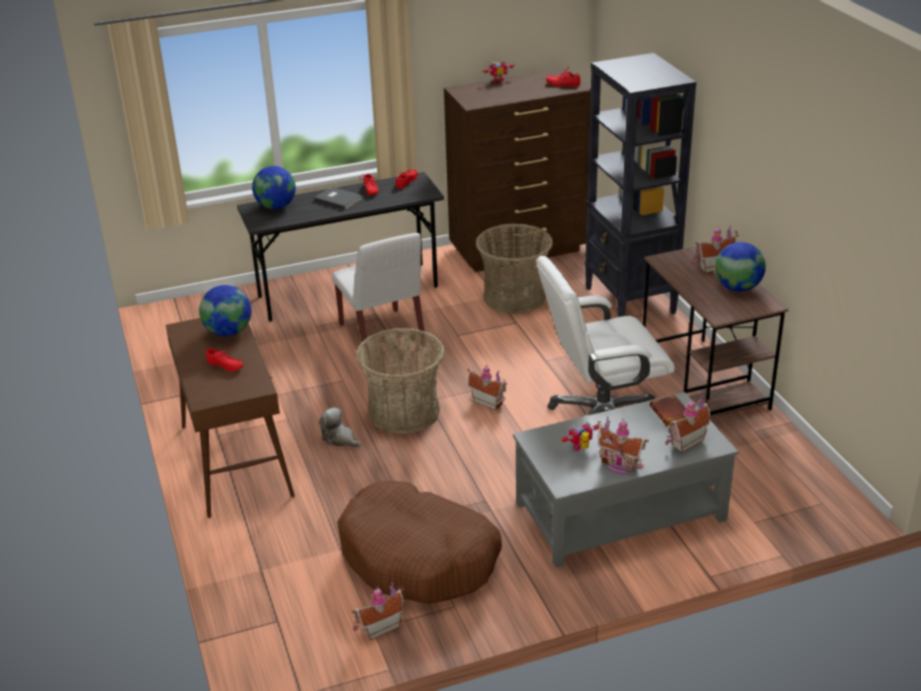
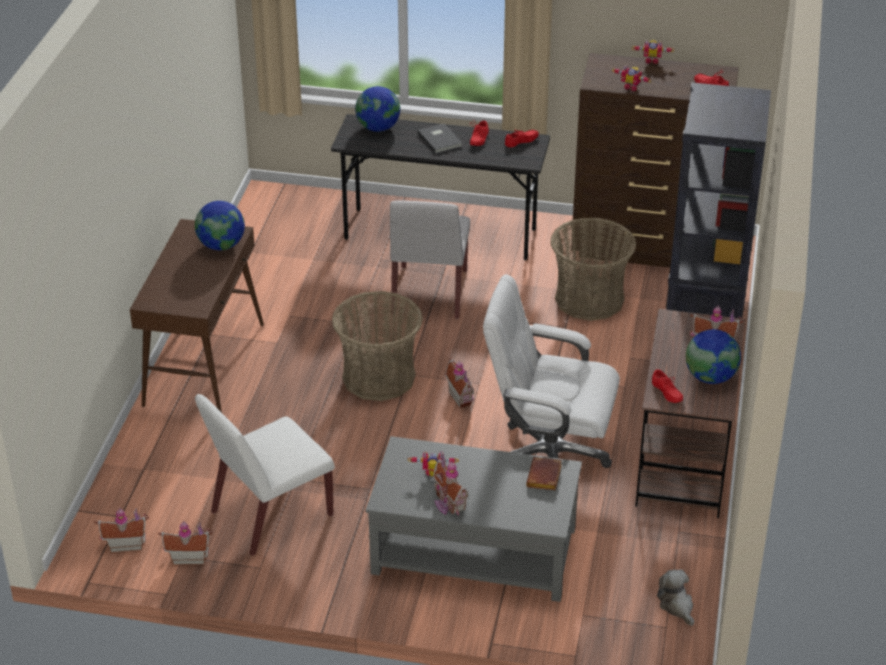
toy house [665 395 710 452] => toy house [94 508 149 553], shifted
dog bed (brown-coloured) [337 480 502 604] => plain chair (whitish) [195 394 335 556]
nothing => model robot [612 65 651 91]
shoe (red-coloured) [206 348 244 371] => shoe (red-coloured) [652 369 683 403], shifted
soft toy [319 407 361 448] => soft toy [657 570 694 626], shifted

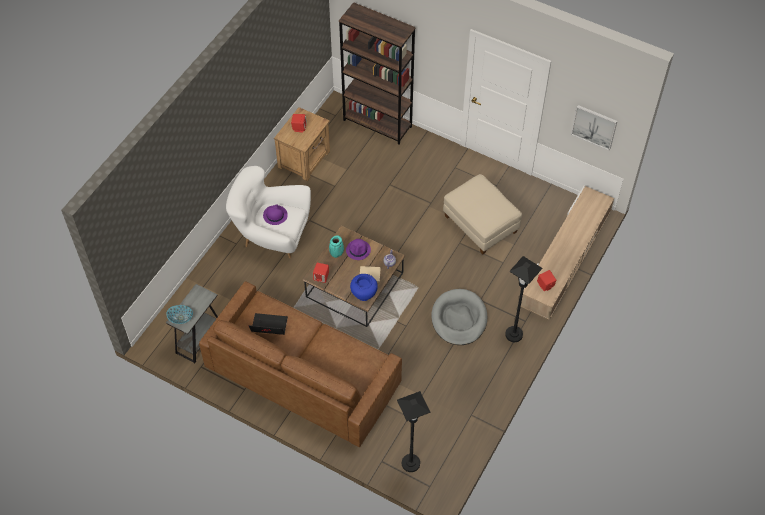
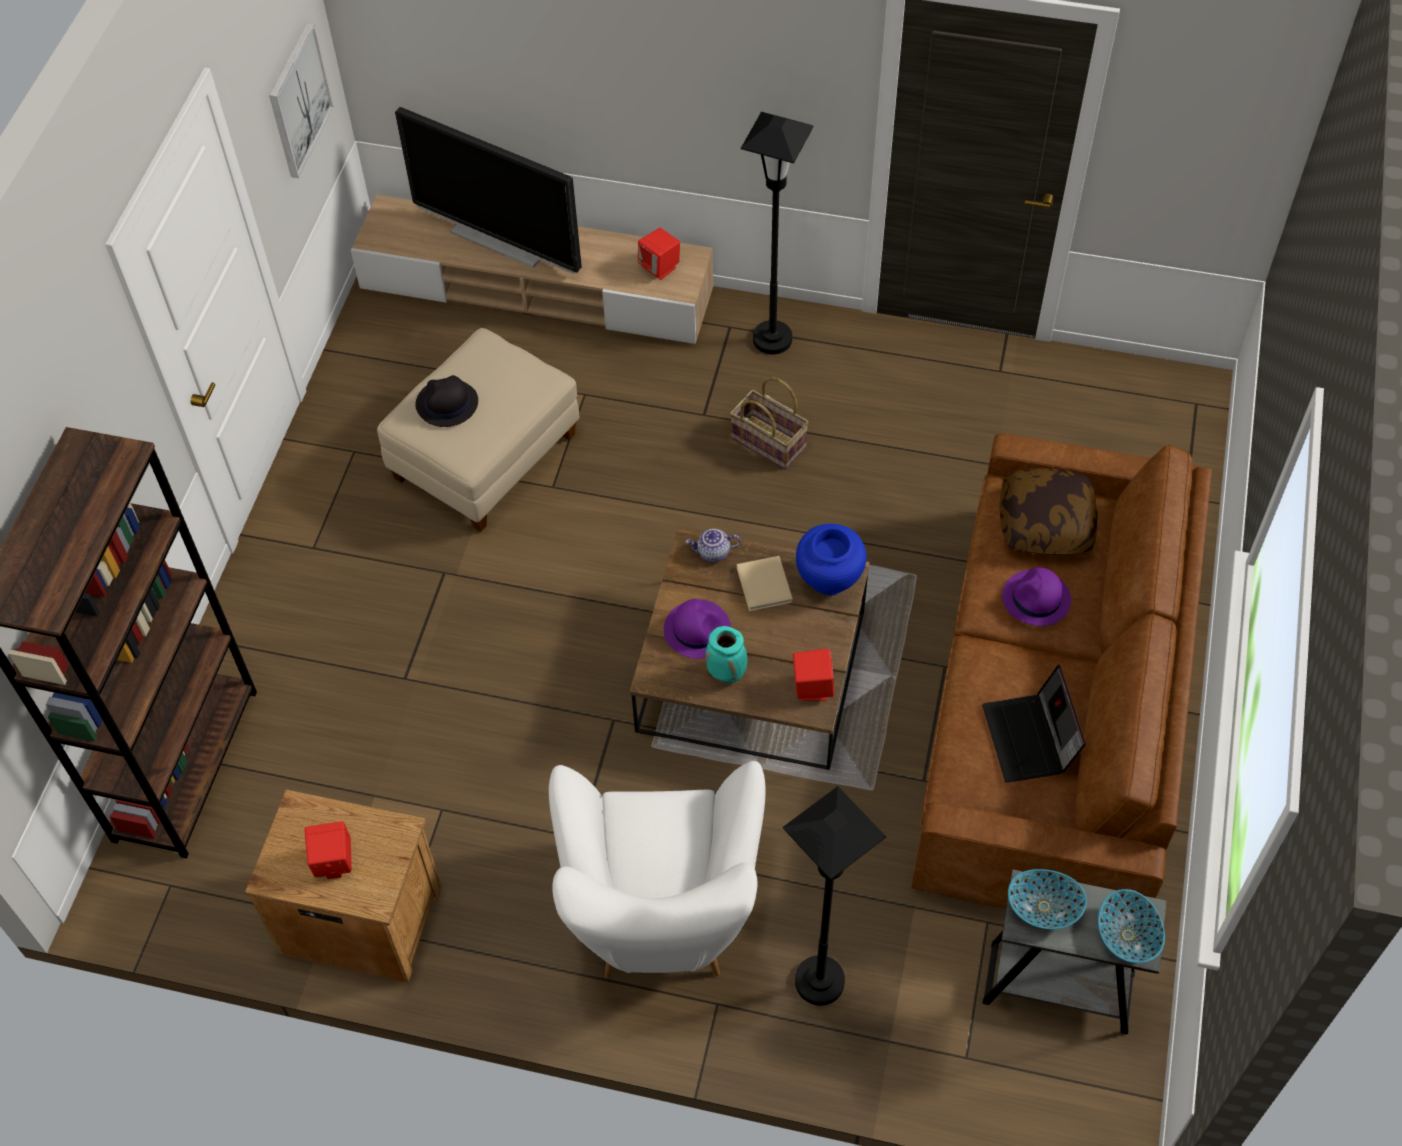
nothing => TV set [395 107 582 274]
nothing => clothing hat (black) [415 375 478 427]
dog bed (gray) [431 289 487 345] => basket [730 377 809 469]
standard lamp (black) [397 391 430 472] => standard lamp (black) [783 786 886 1006], shifted
nothing => pillow [1000 468 1097 555]
clothing hat (purple) [263 204 288 225] => clothing hat (purple) [1002 567 1071 626], shifted
nothing => serving bowl [1008 869 1087 929]

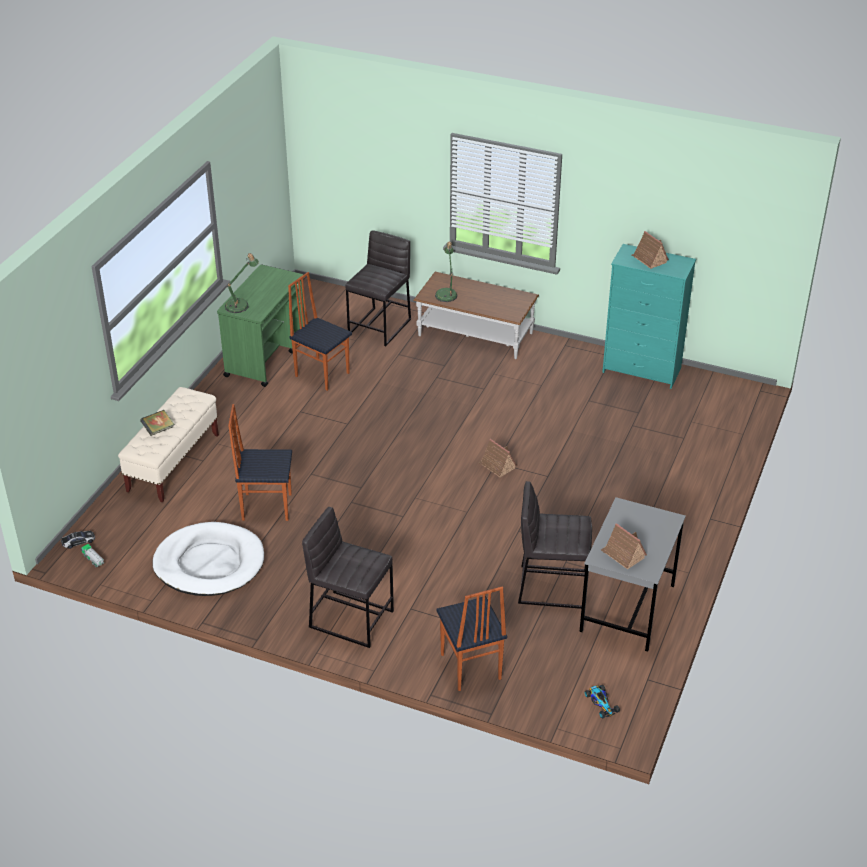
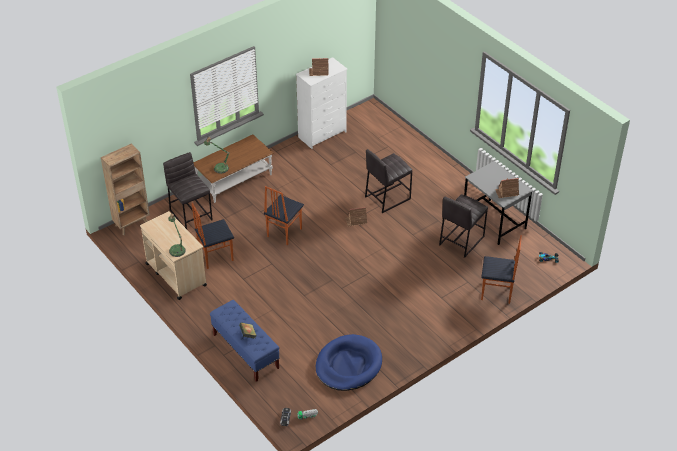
nothing => shelving unit (brown-coloured) [101 144 150 235]
trolley (green-coloured) [217 264 305 387] => trolley (beige) [140 211 207 300]
indoor bench (beige) [118 387 219 502] => indoor bench (blue) [210 300 280 382]
plain chair [228 404 292 521] => plain chair [264 186 304 245], shifted
dresser (turquoise) [602 244 696 389] => dresser (whitish) [296 57 347 149]
dog bed (whitish) [152 522 264 596] => dog bed (blue) [315 334 382 391]
stool seat (gray) [302 507 394 648] => stool seat (gray) [365 149 412 213], shifted

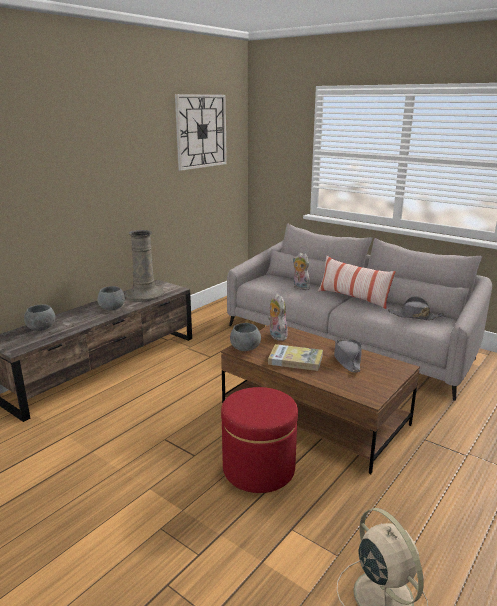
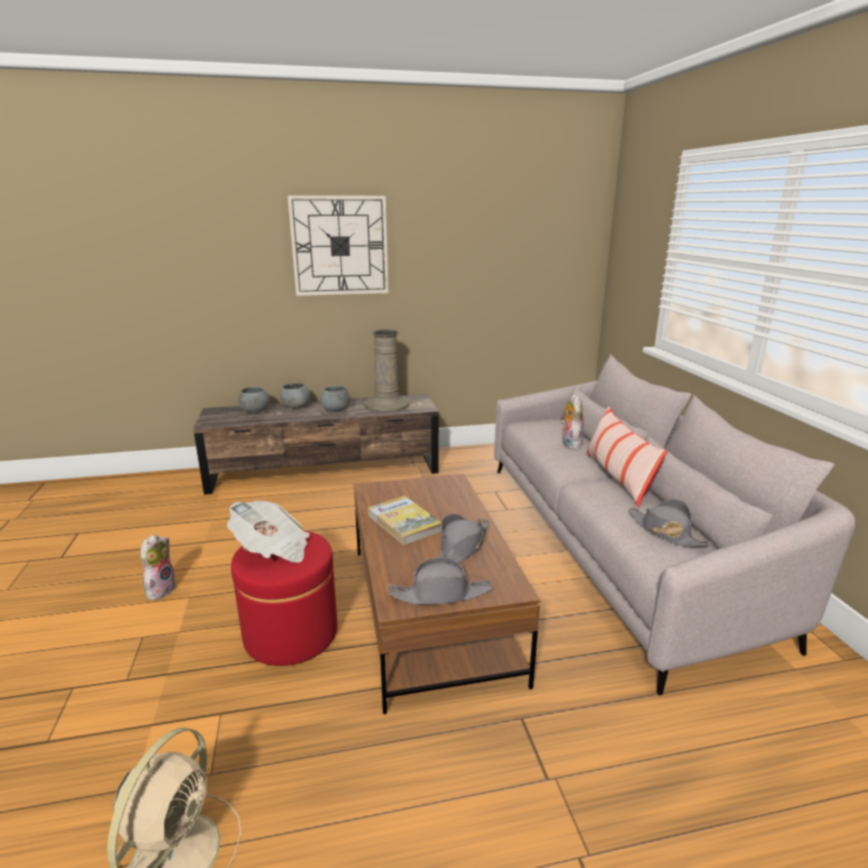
soft toy [268 294 288 341] => soft toy [141 534 176 602], shifted
nothing => daily paper [227 501 309 563]
serving bowl (gray) [230 323 261 351] => serving bowl (gray) [280 383 310 408], shifted
clock on the wall [175 94 227 171] => clock on the wall [288 195 388 296], shifted
nothing => clothing hat (gray) [387 557 494 605]

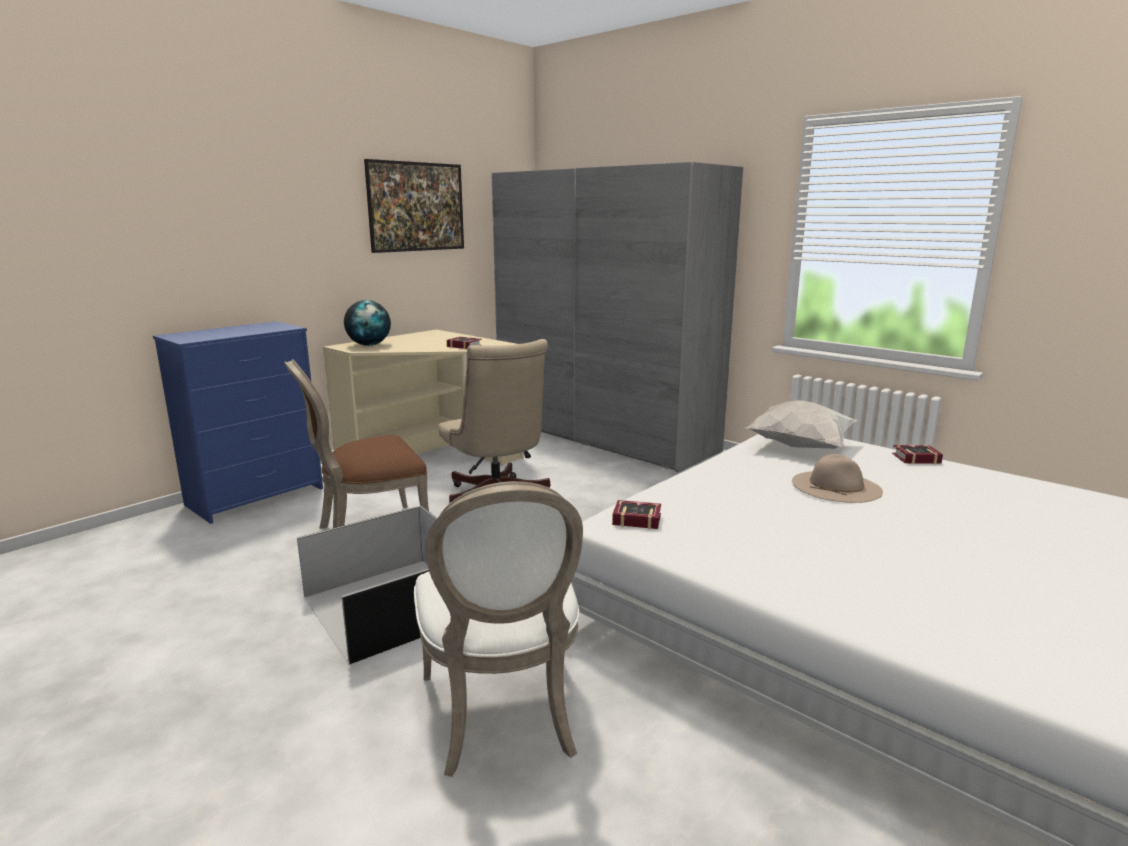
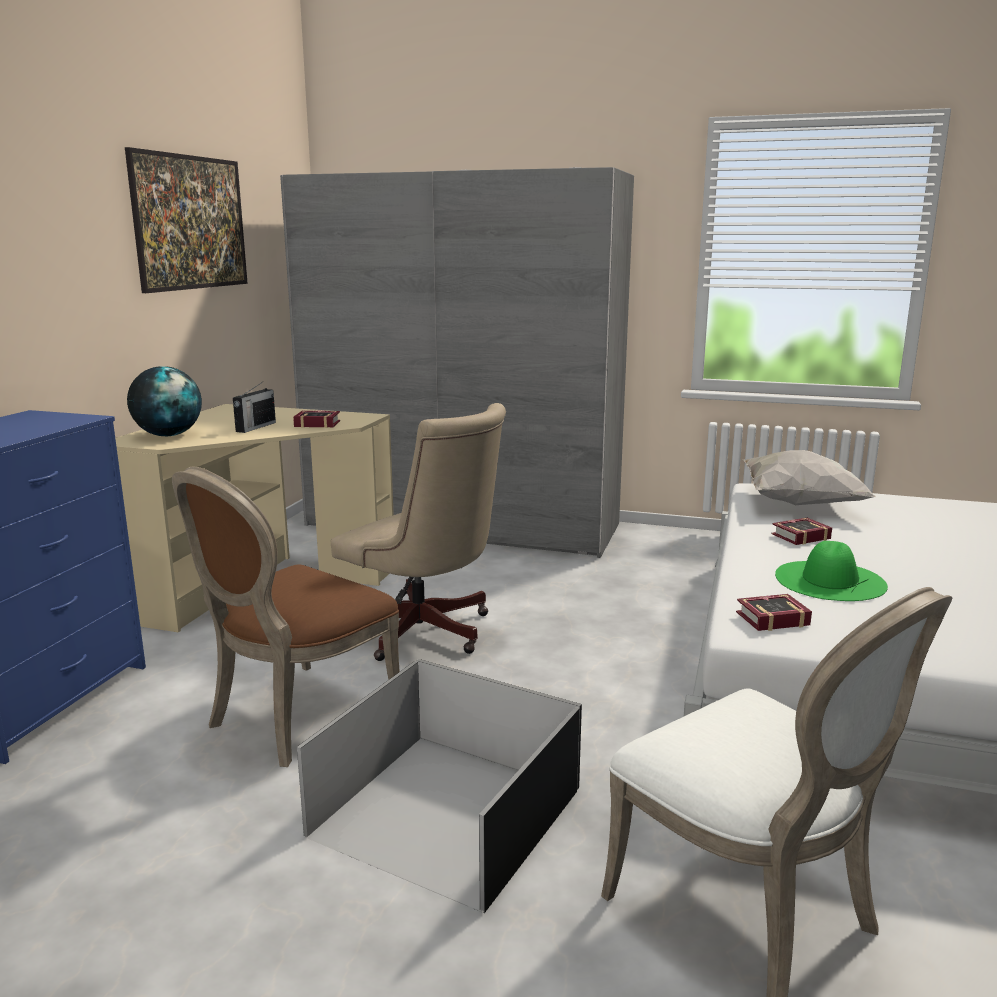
nothing => radio receiver [233 381 276 433]
book [892 445 943 464] => book [772 518 832 545], shifted
nothing => clothing hat (green-coloured) [775 541 888 601]
clothing hat (beige) [792 454 883 503] => nothing

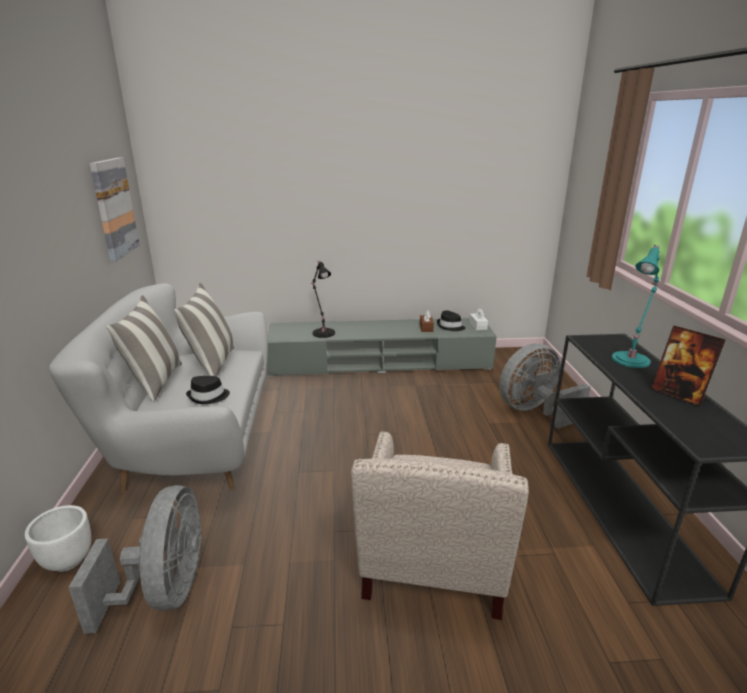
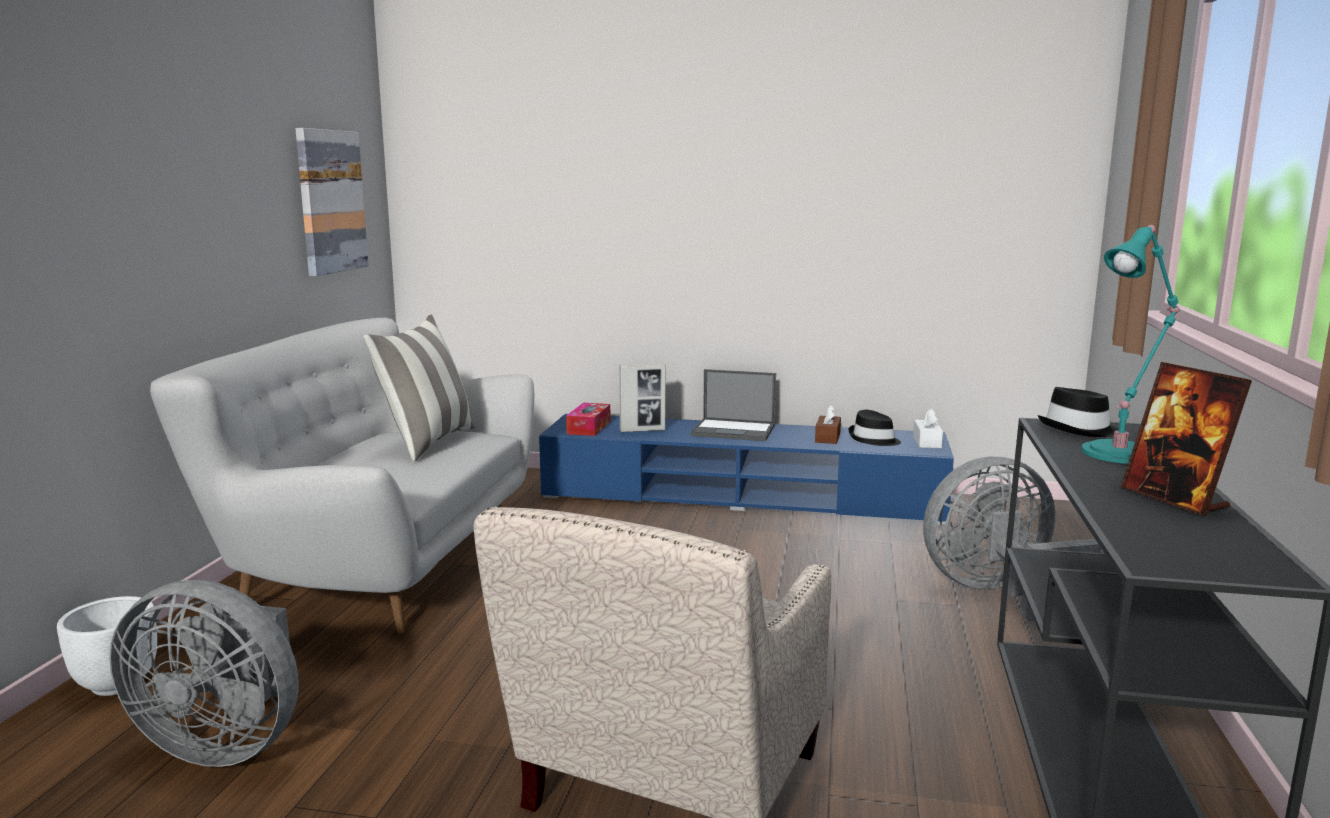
electric fan (gray) [68 485 202 634] => electric fan (gray) [109 580 299 767], 90 degrees clockwise
tv unit (gray) [267 318 497 377] => tv unit (blue) [539 414 954 524]
nothing => tissue holder [566 403 611 436]
tabletop lamp (black) [311 260 335 338] => standing frame [619 363 666 432]
nothing => laptop [691 369 776 441]
clothing hat (black) [186 376 230 404] => clothing hat (black) [1038 387 1119 437], shifted
pillow [106 295 182 402] => nothing

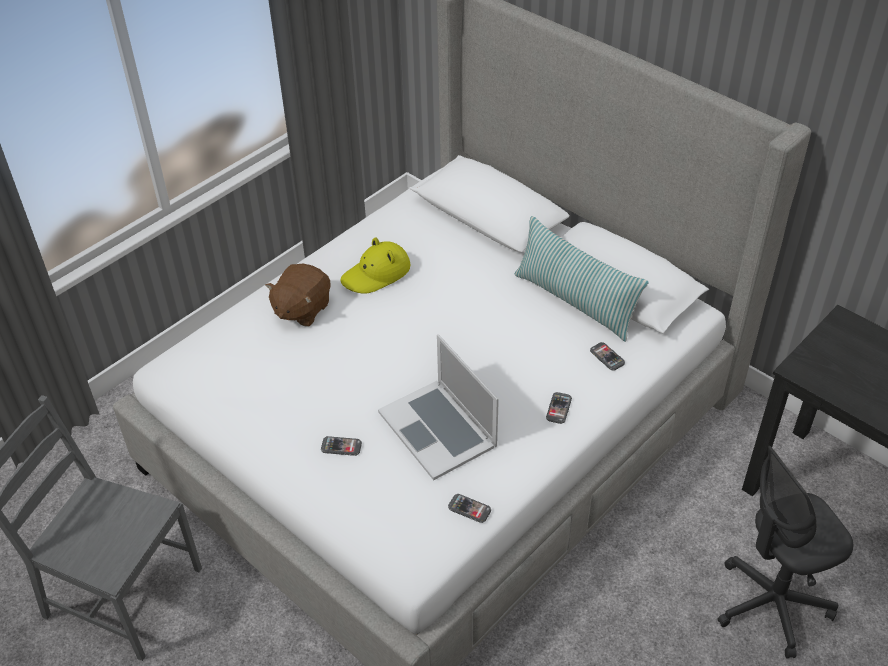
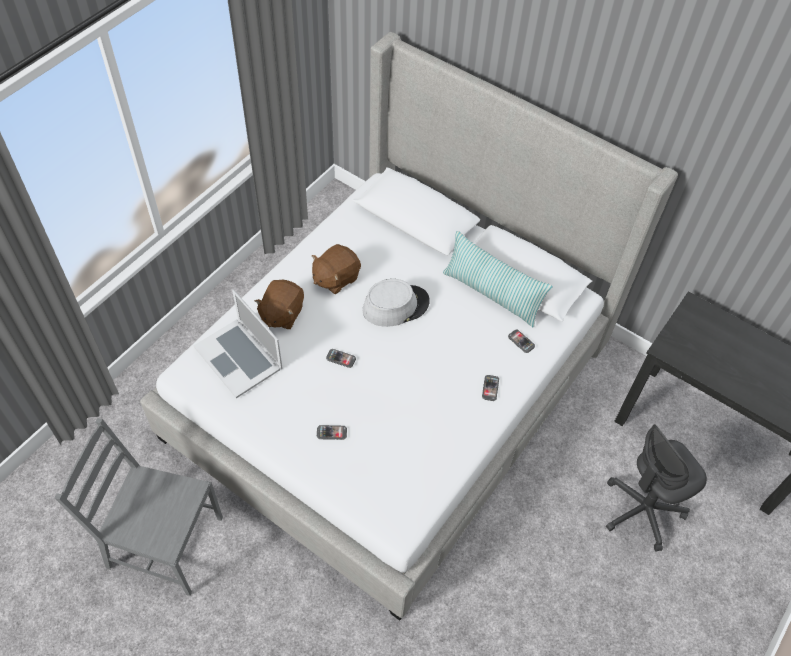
laptop [378 334 499 480] => laptop [193 289 283 398], shifted
clothing hat (yellow) [341 238 411 294] => soft toy (brown-coloured) [312 244 361 294]
telephone [448 494 491 523] => telephone [326 349 356 368], shifted
nothing => clothing hat (gray) [363 279 430 327]

